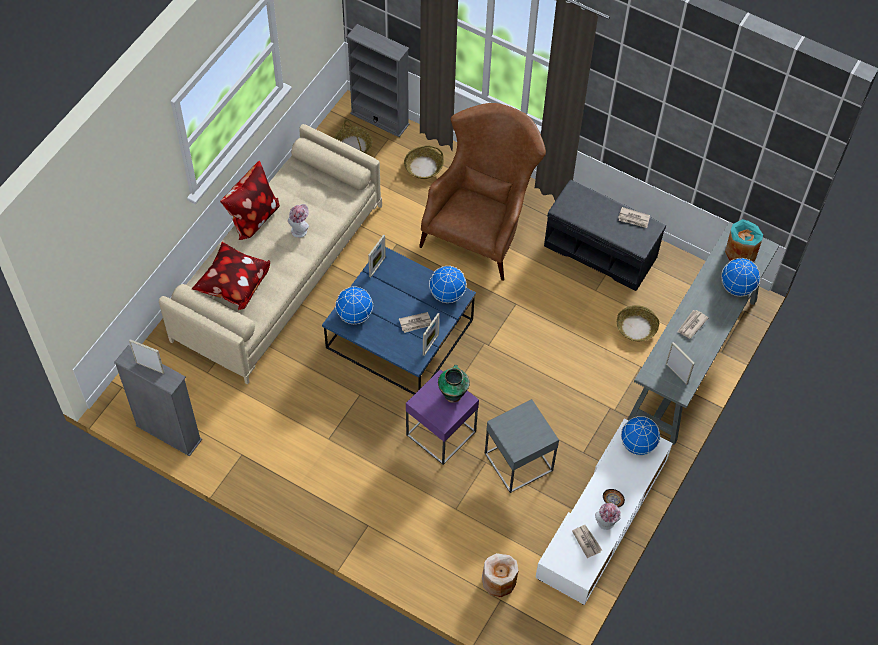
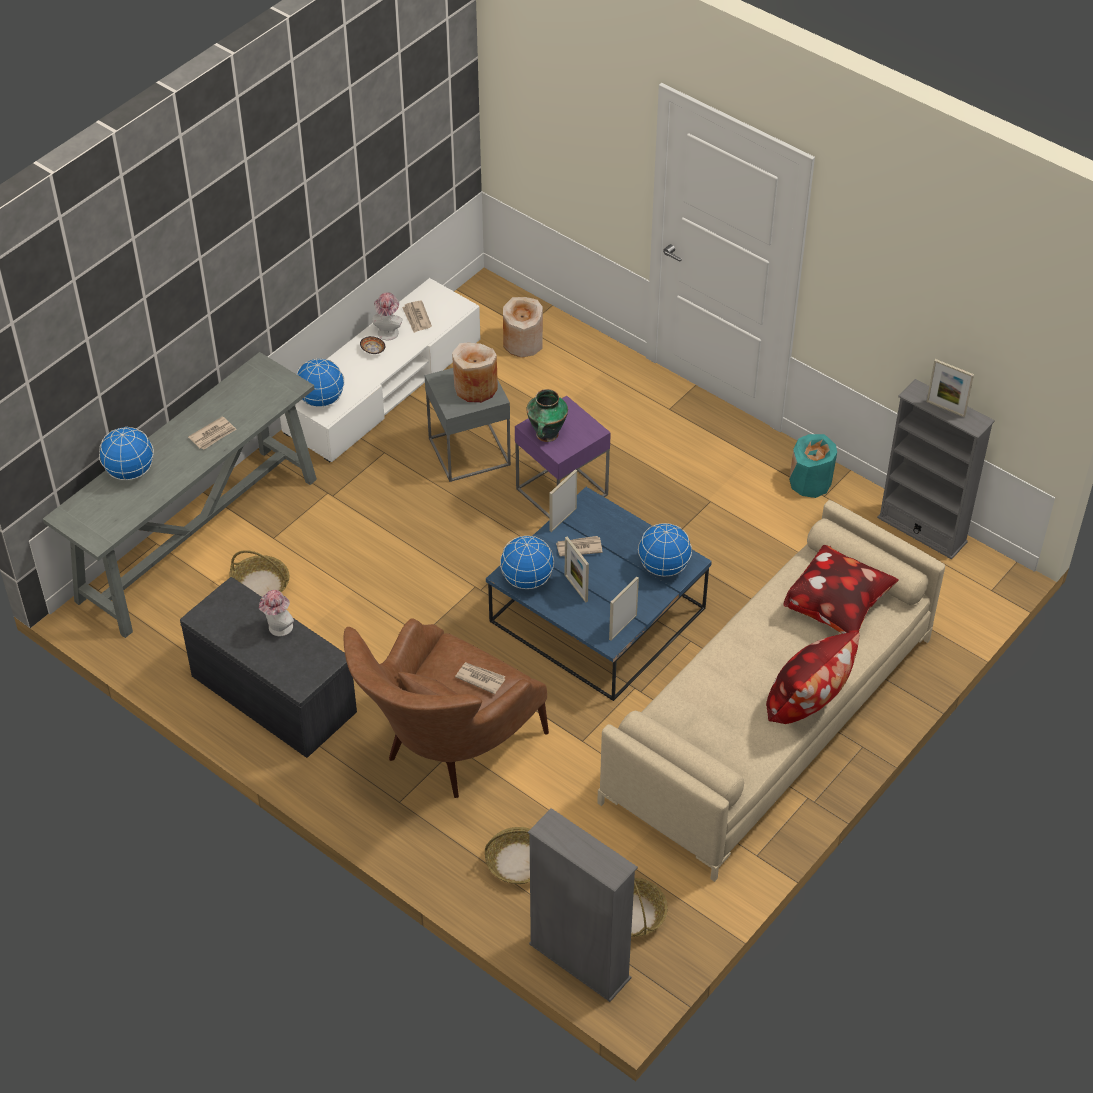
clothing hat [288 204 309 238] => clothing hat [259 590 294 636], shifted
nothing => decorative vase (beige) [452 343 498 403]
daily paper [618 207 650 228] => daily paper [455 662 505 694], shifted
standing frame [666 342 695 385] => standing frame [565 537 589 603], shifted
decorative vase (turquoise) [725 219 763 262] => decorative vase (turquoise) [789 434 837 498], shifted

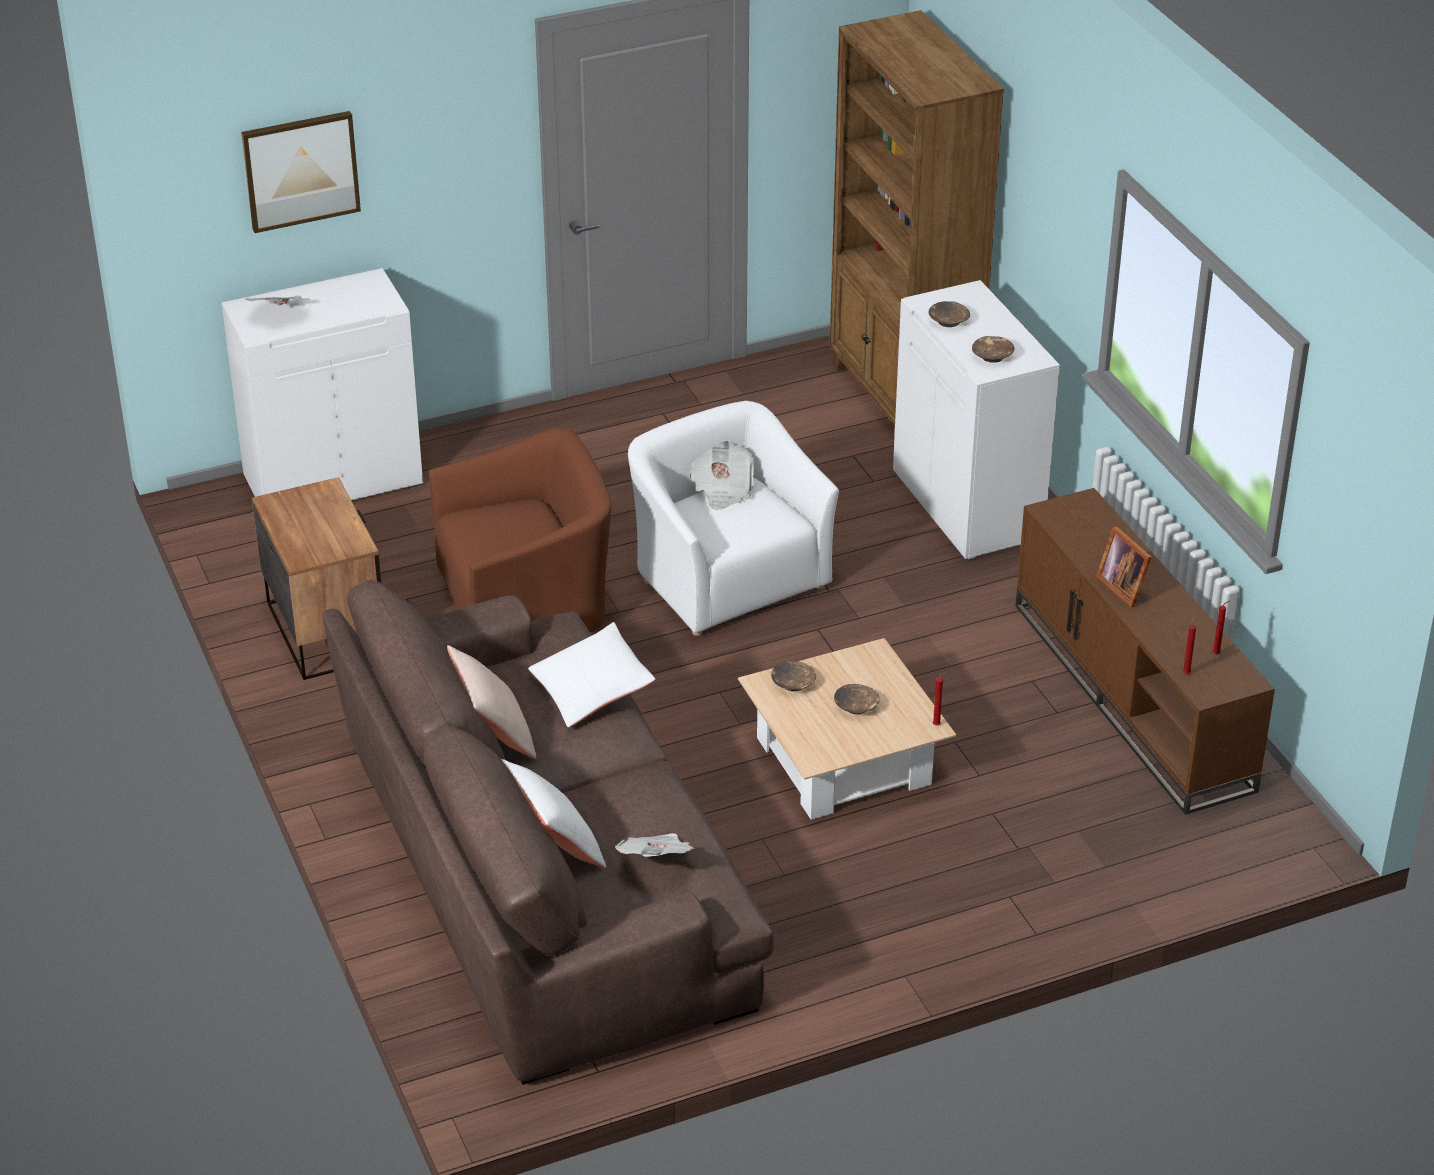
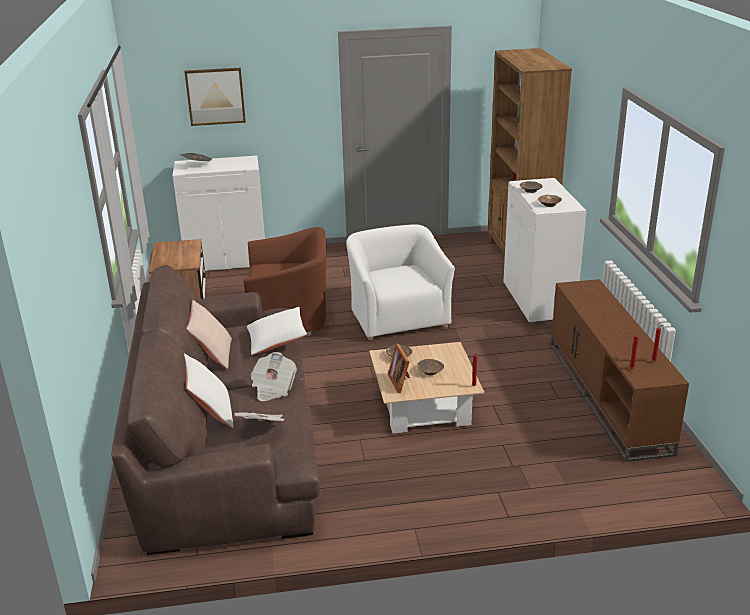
daily paper [689 441 754 510] => daily paper [250 352 297 401], shifted
standing frame [1096 526 1152 607] => standing frame [388 344 410 393], shifted

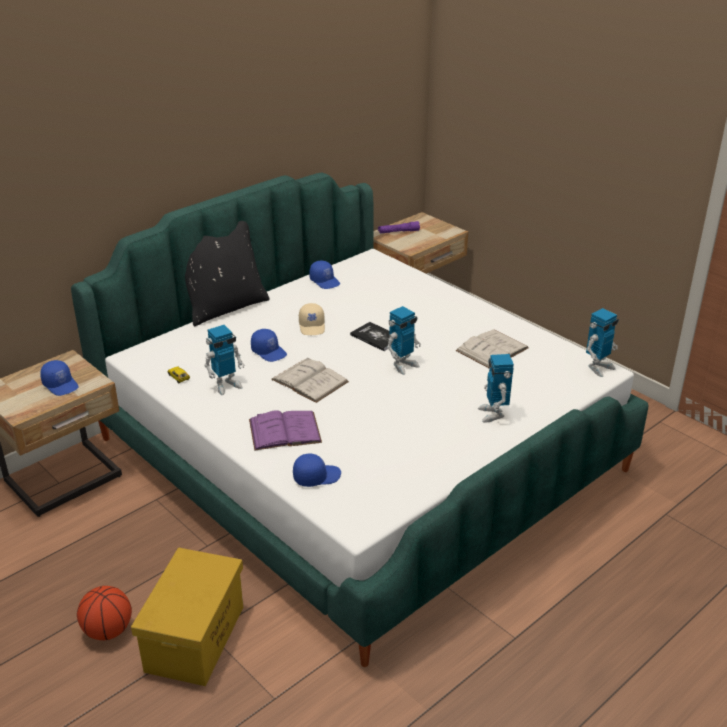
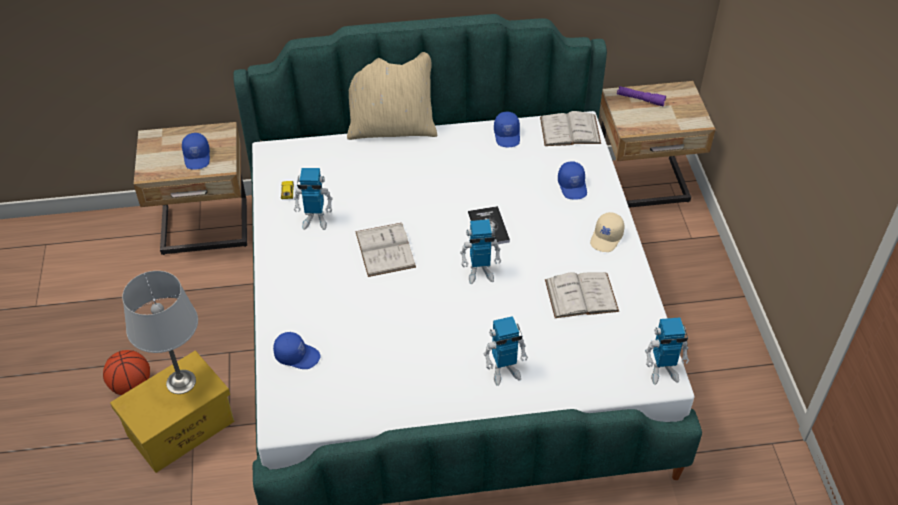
nothing => tabletop lamp (gray) [122 271 198 394]
pillow (black) [185 221 270 326] => pillow (beige) [347 52 437 140]
model robot [478 354 514 422] => model robot [483 316 528 386], 135 degrees counterclockwise
nothing => book (whitish) [540 111 601 146]
baseball cap (blue) [251 329 287 362] => baseball cap (blue) [558 161 587 200], shifted
baseball cap (beige) [299 303 325 335] => baseball cap (beige) [590 212 624 252], shifted
book (purple) [249 410 322 451] => nothing

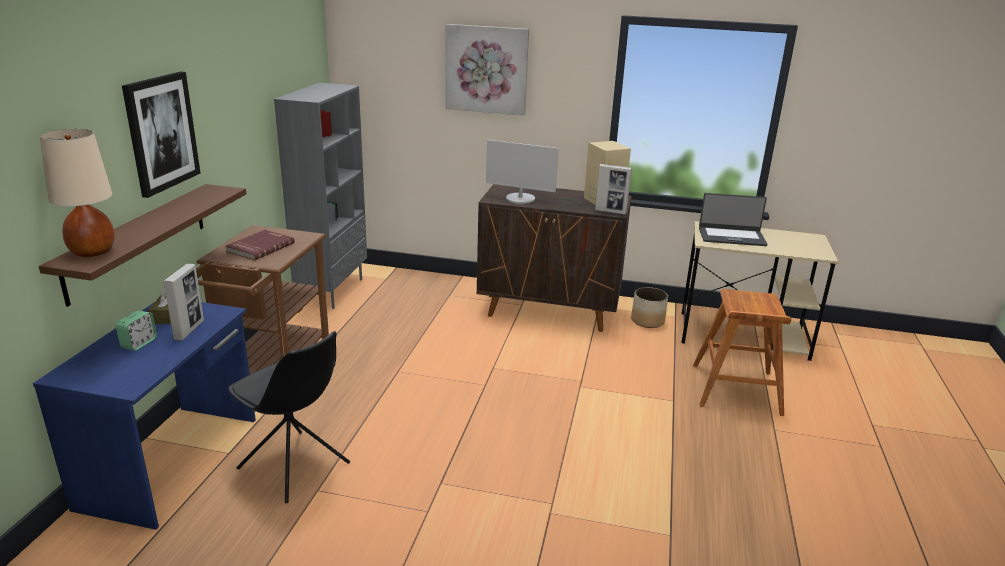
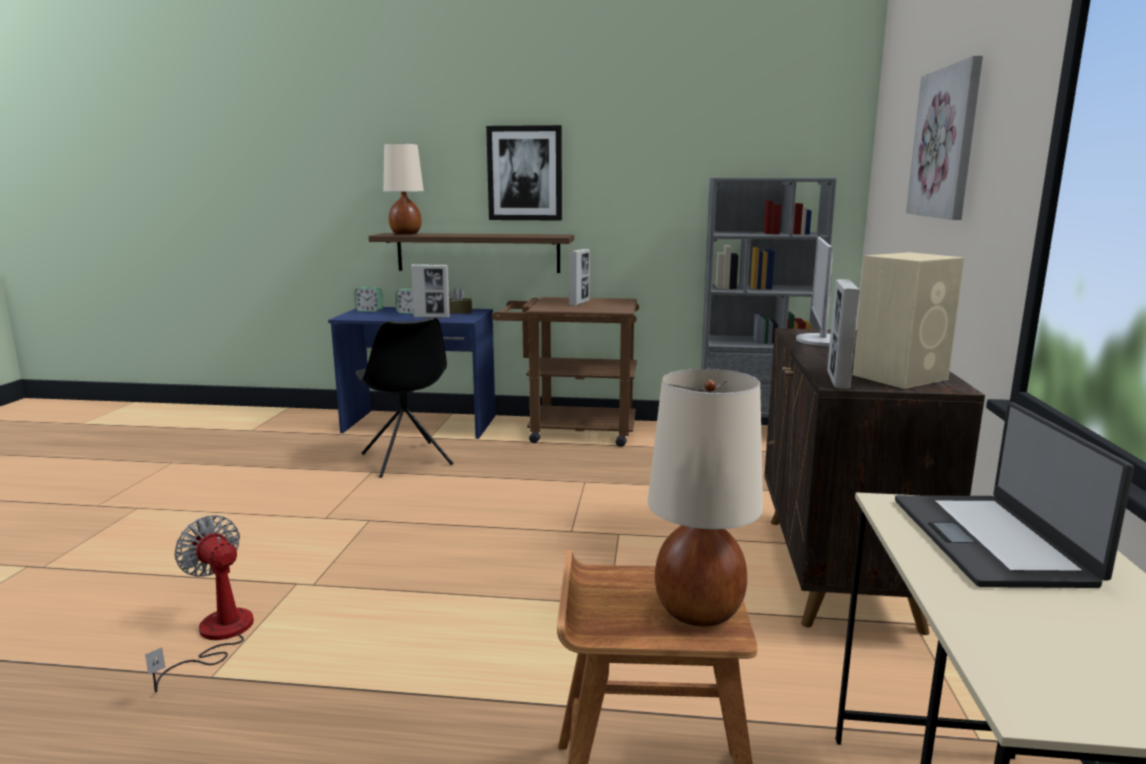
nothing => electric fan [145 515 254 692]
nothing => table clock [354 287 383 312]
plain chair (black) [228 331 350 503] => plain chair (black) [356 317 453 478], 60 degrees counterclockwise
book (red-coloured) [226 230 295 260] => standing frame [569 249 590 306]
nothing => tabletop lamp (beige) [648 368 763 627]
flower pot [631 287 668 328] => nothing

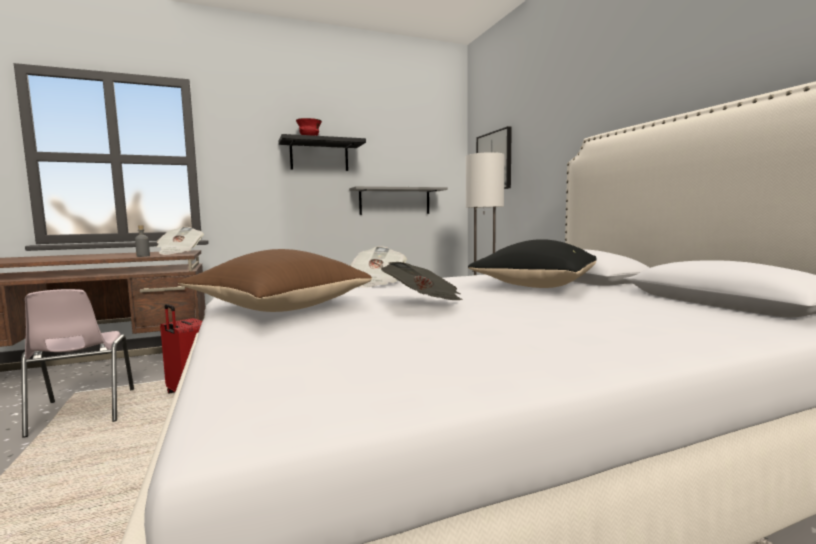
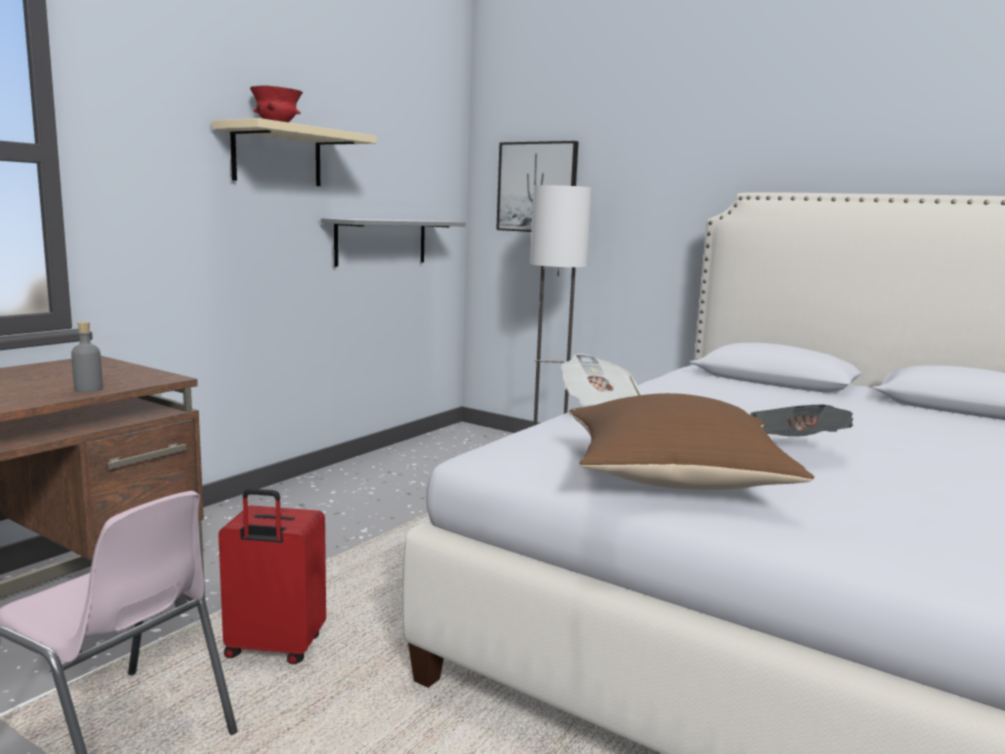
bracket shelf (black) [278 134 366 171] => bracket shelf (beige) [212 118 377 186]
daily paper [157 227 204 255] => nothing
pillow (black) [468 239 597 288] => nothing

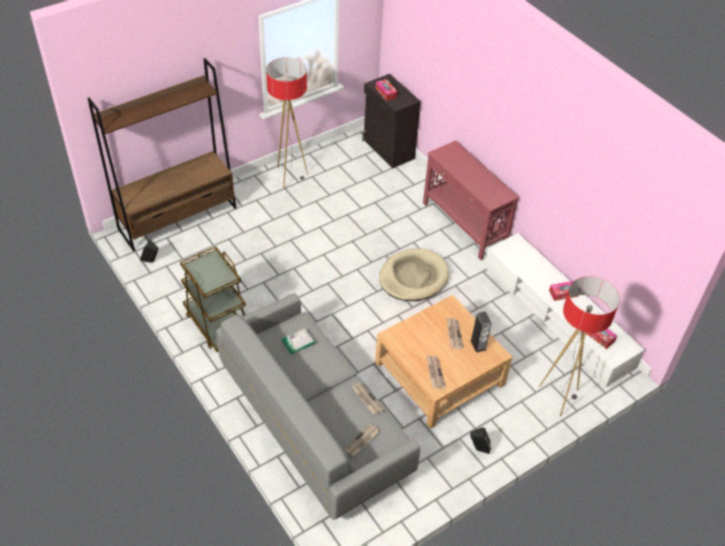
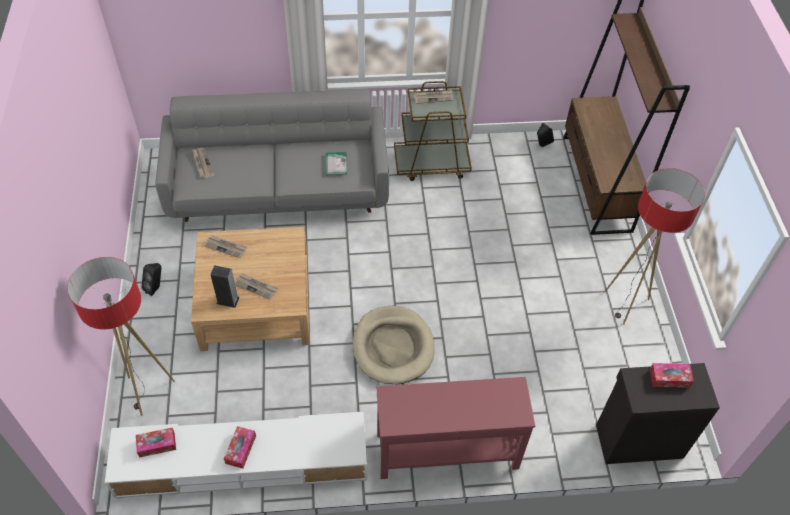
daily paper [351 383 385 414] => daily paper [414 90 453 104], shifted

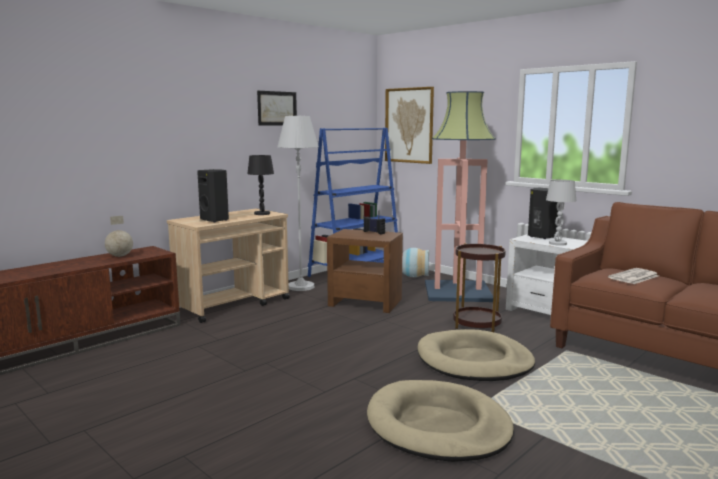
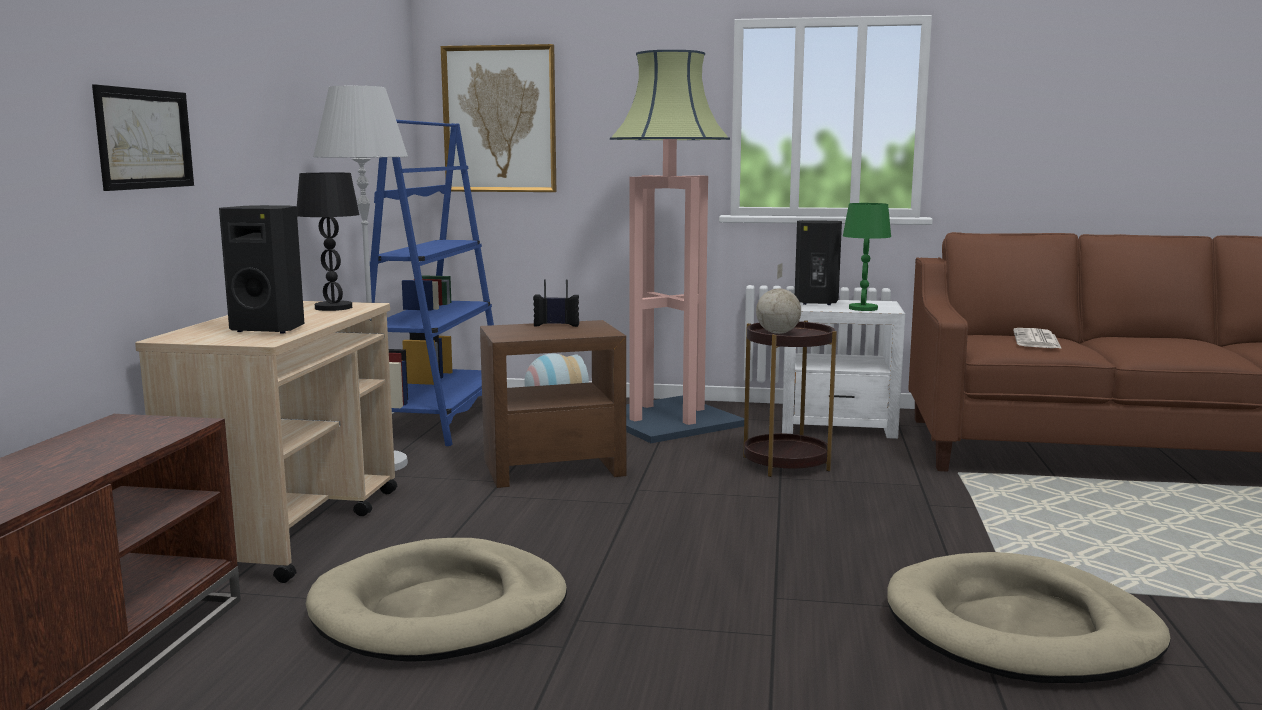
wall picture [257 91 297 126] => wall picture [92 84 194 191], shifted
dog bed (beige) [417 329 535 381] => dog bed (beige) [306 538 567 662], shifted
world globe [105 216 133 257] => world globe [756 263 801 334], shifted
tabletop lamp (whitish) [546 180 576 246] => tabletop lamp (green-coloured) [843 203 891 311]

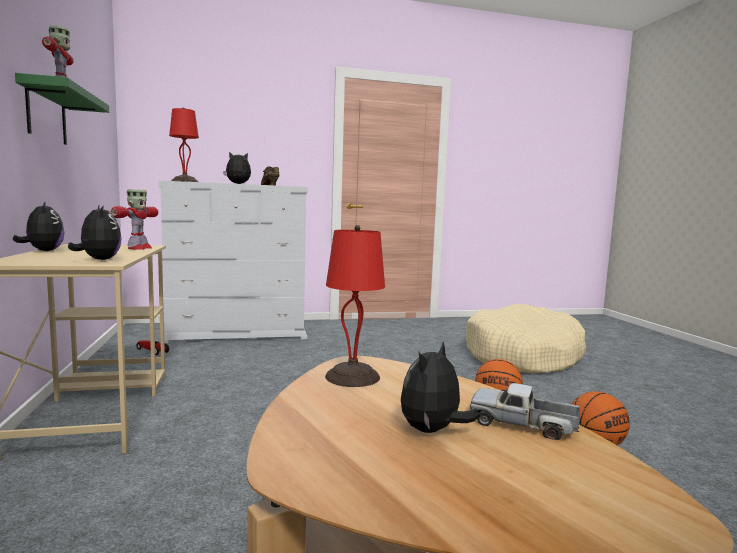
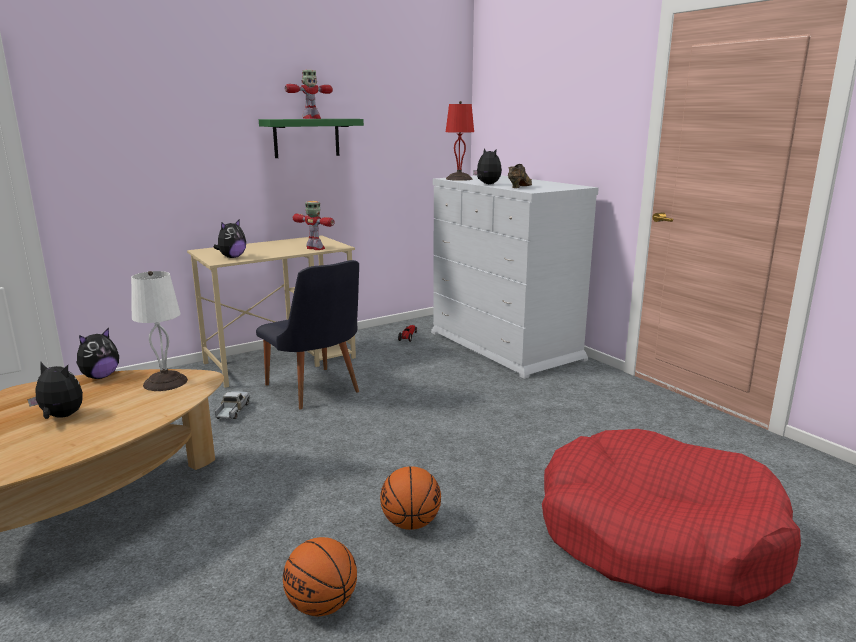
soft toy [13 202 65 251] => soft toy [76 328 119 379], shifted
tabletop lamp (red-coloured) [325 225 385 387] => tabletop lamp (whitish) [131 271 188 391]
model truck [470 383 580 440] => model truck [215 391 250 420], shifted
nothing => plain chair (black) [256 260 359 410]
model robot [111 189 158 249] => model robot [293 201 335 250], 135 degrees counterclockwise
dog bed (beige) [466 304 586 374] => dog bed (red-coloured) [542 429 801 606]

